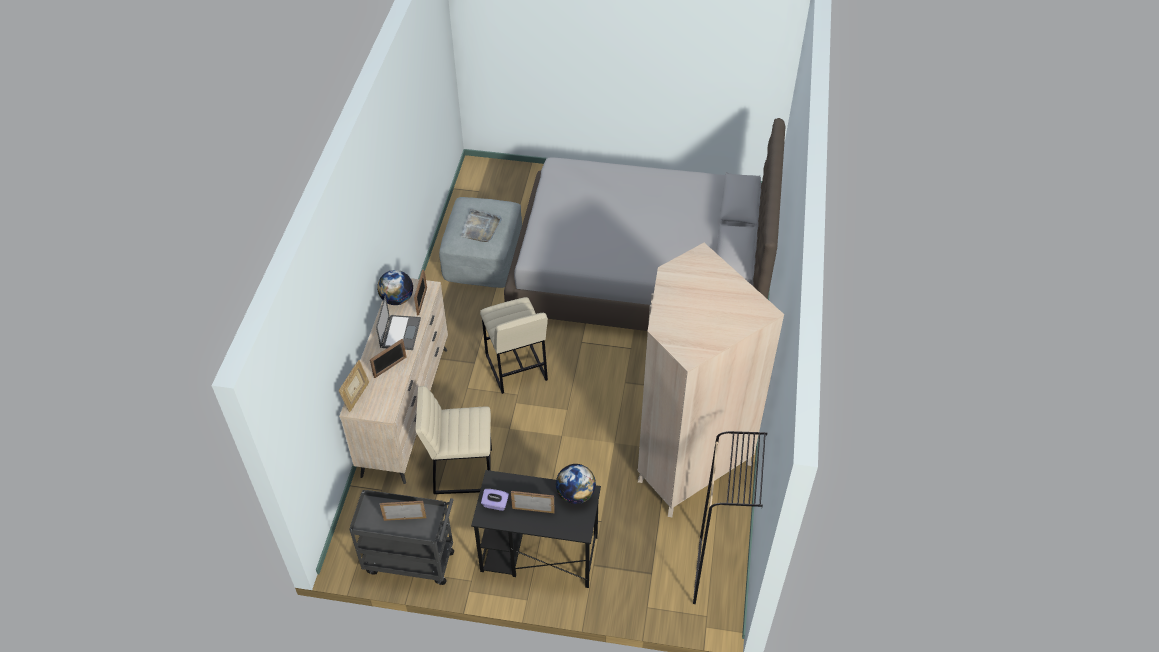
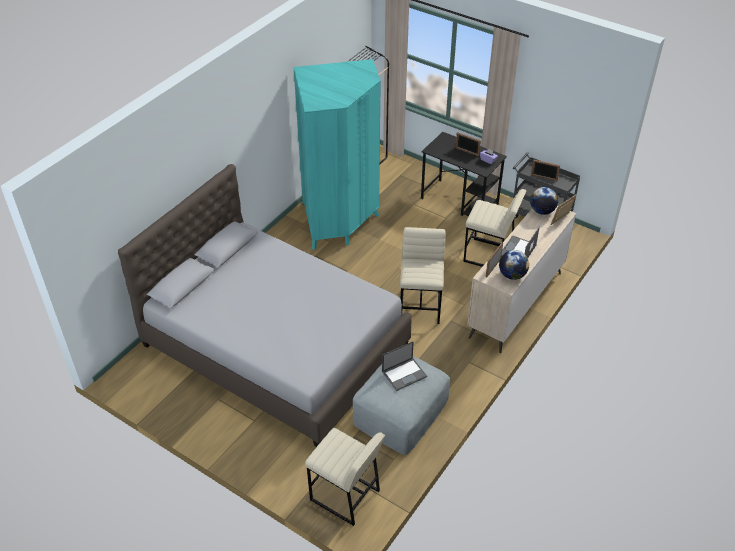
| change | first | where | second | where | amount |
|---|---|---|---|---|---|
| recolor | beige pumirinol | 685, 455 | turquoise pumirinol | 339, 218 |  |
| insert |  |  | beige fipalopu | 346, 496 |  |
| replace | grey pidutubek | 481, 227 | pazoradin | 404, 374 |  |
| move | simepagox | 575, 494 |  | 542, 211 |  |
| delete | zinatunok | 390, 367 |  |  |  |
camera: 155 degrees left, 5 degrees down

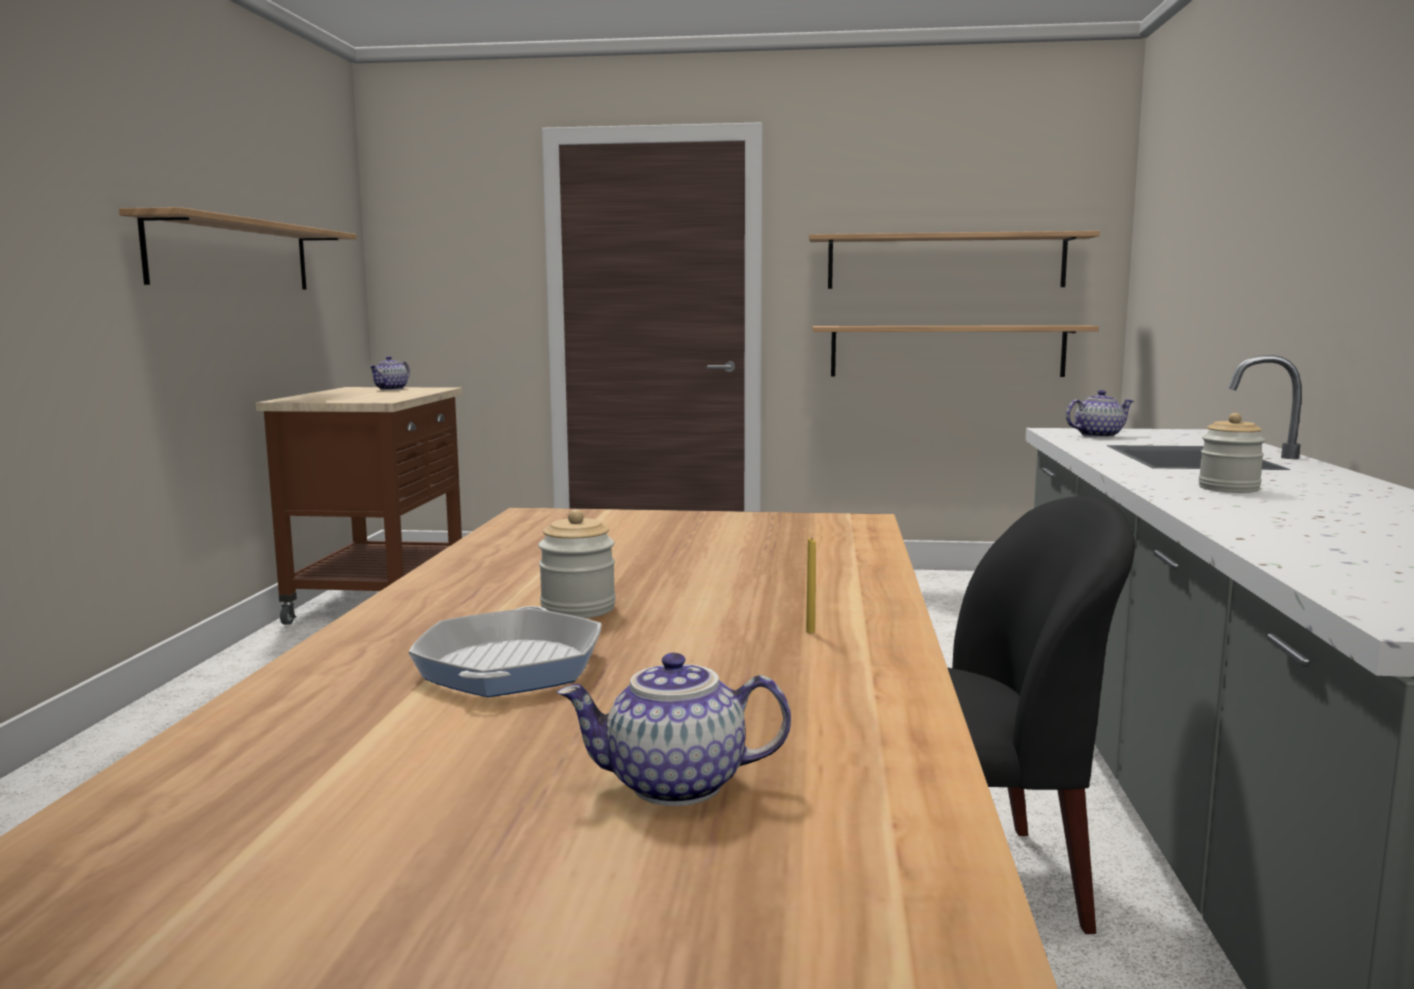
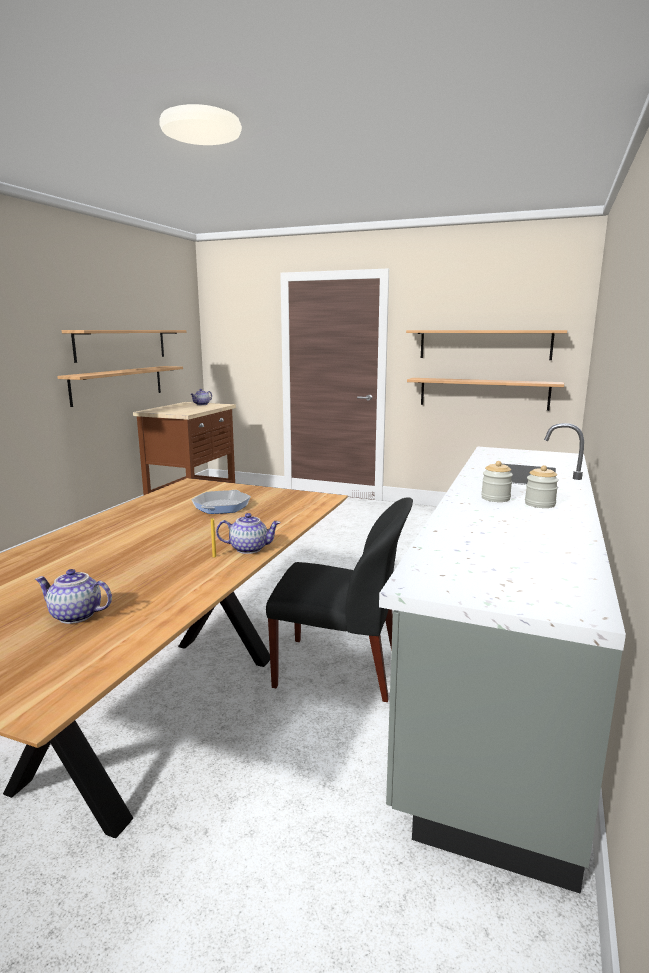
| change | first | where | second | where | amount |
|---|---|---|---|---|---|
| insert |  |  | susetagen | 118, 384 |  |
| move | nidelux | 510, 666 |  | 221, 506 |  |
| move | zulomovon | 1097, 436 |  | 249, 548 |  |
| move | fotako | 578, 609 |  | 539, 504 |  |
camera: 15 degrees right, 5 degrees up

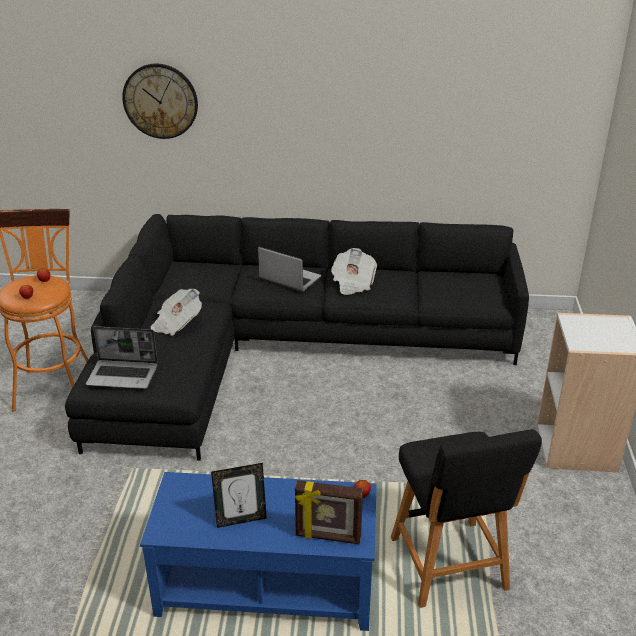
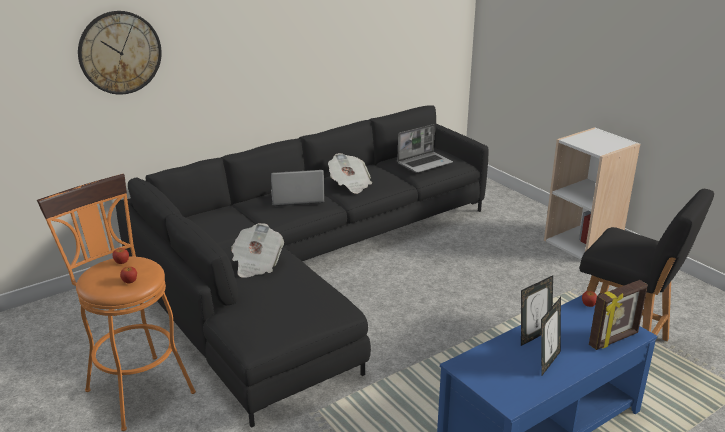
| change | first | where | second | where | amount |
|---|---|---|---|---|---|
| move | pazoradin | 124, 375 |  | 425, 163 |  |
| insert |  |  | zinatunok | 533, 335 |  |
camera: 40 degrees left, 5 degrees down

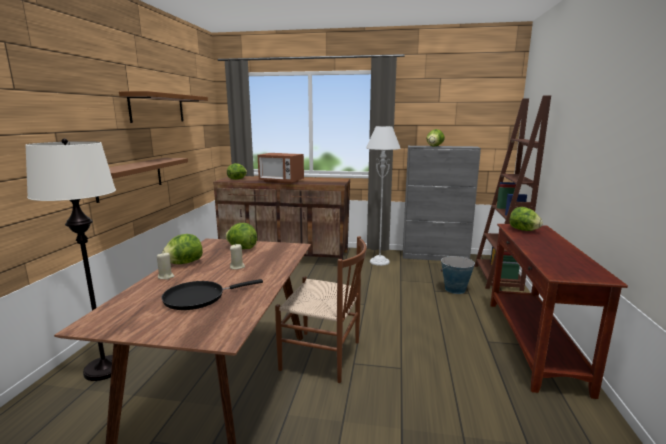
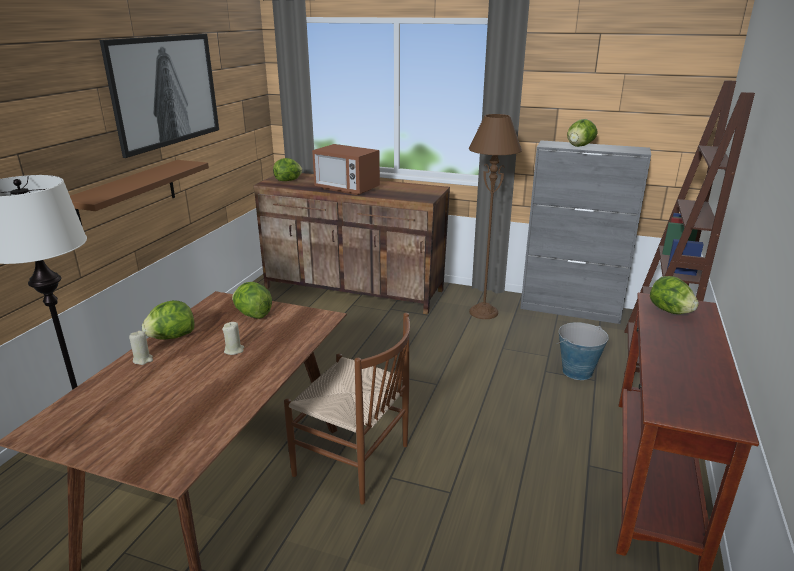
| change | first | where | second | where | amount |
|---|---|---|---|---|---|
| replace | brown susetagen | 157, 108 | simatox | 166, 91 |  |
| recolor | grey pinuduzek | 379, 261 | brown pinuduzek | 483, 312 |  |
| delete | black nidelux | 198, 298 |  |  |  |
camera: 10 degrees right, 10 degrees up

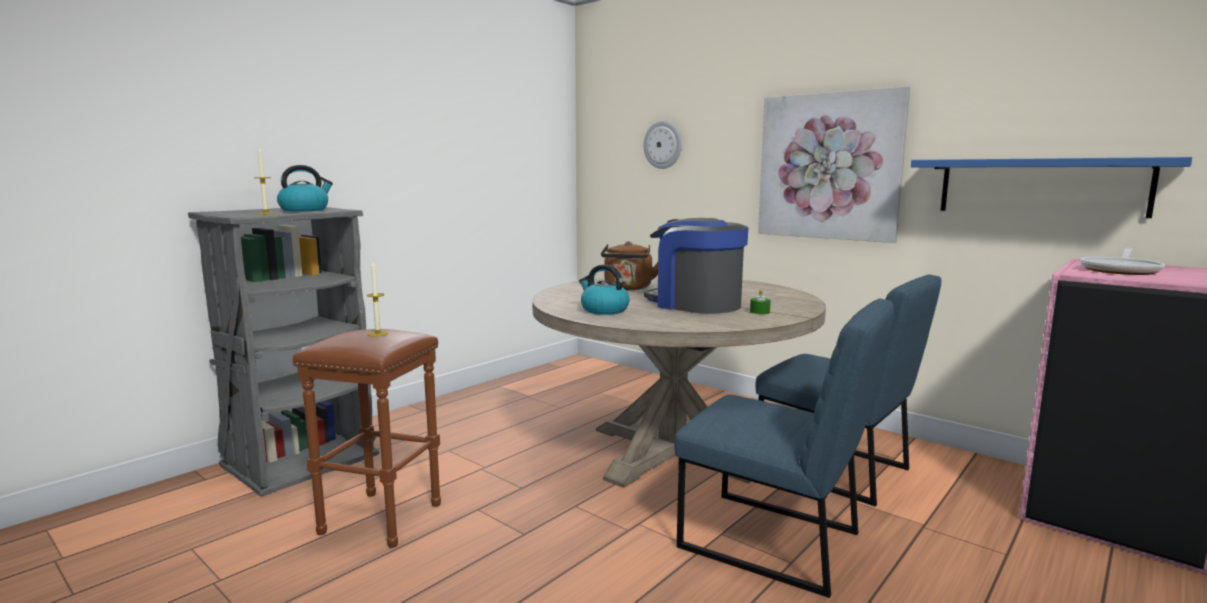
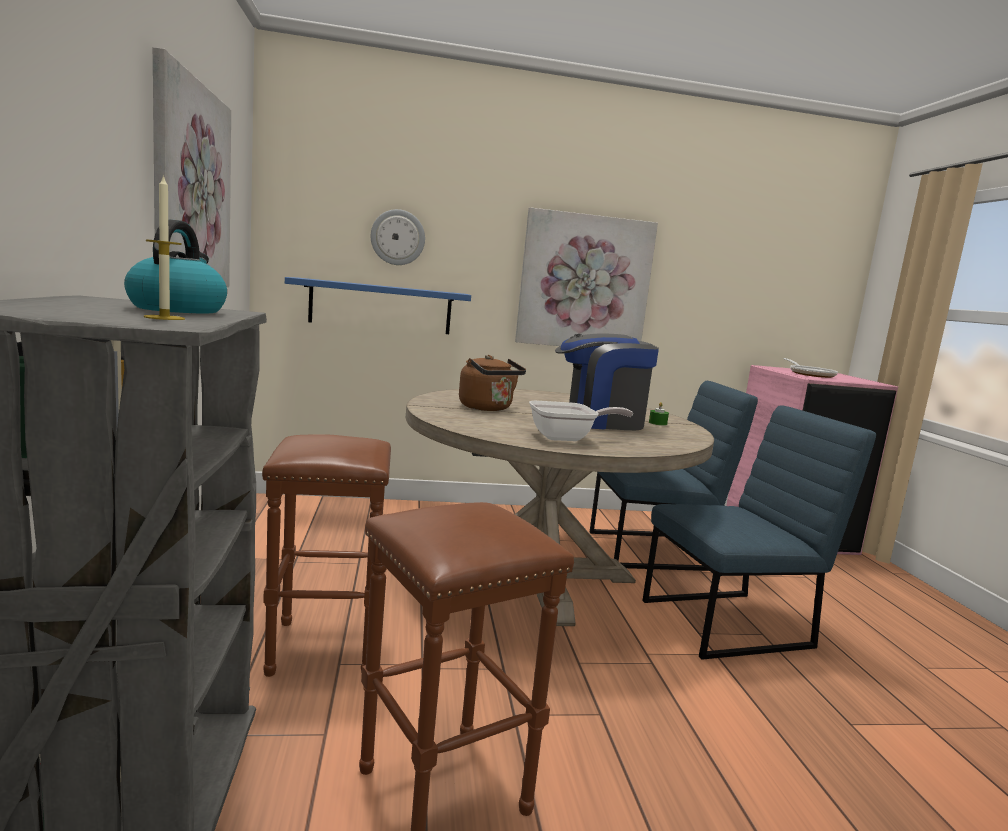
| change | first | where | second | where | amount |
|---|---|---|---|---|---|
| insert |  |  | simatox | 191, 188 |  |
| insert |  |  | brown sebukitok | 326, 648 |  |
| move | blue susetagen | 1040, 186 |  | 381, 307 |  |
| replace | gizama | 603, 310 | nidelux | 567, 438 |  |
| delete | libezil | 378, 334 |  |  |  |
camera: 50 degrees left, 0 degrees up

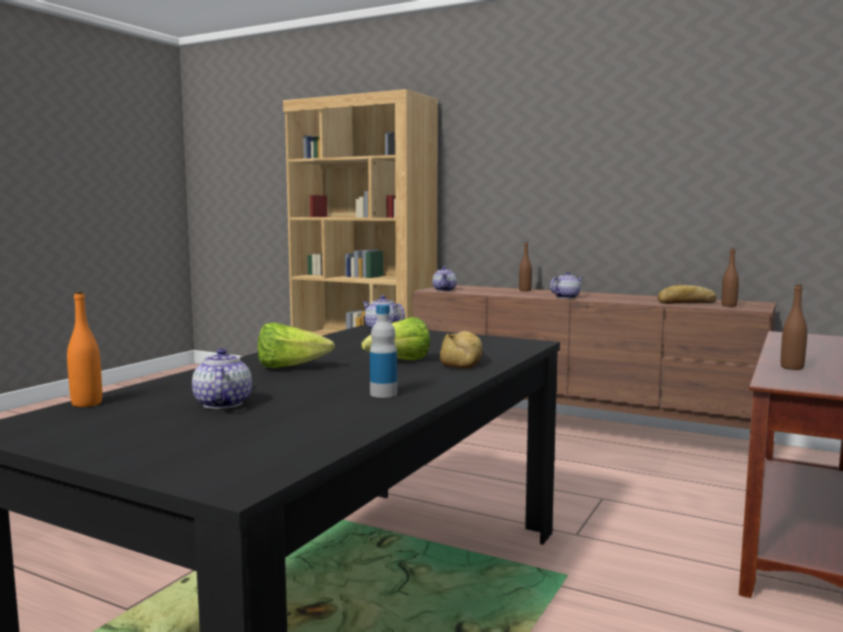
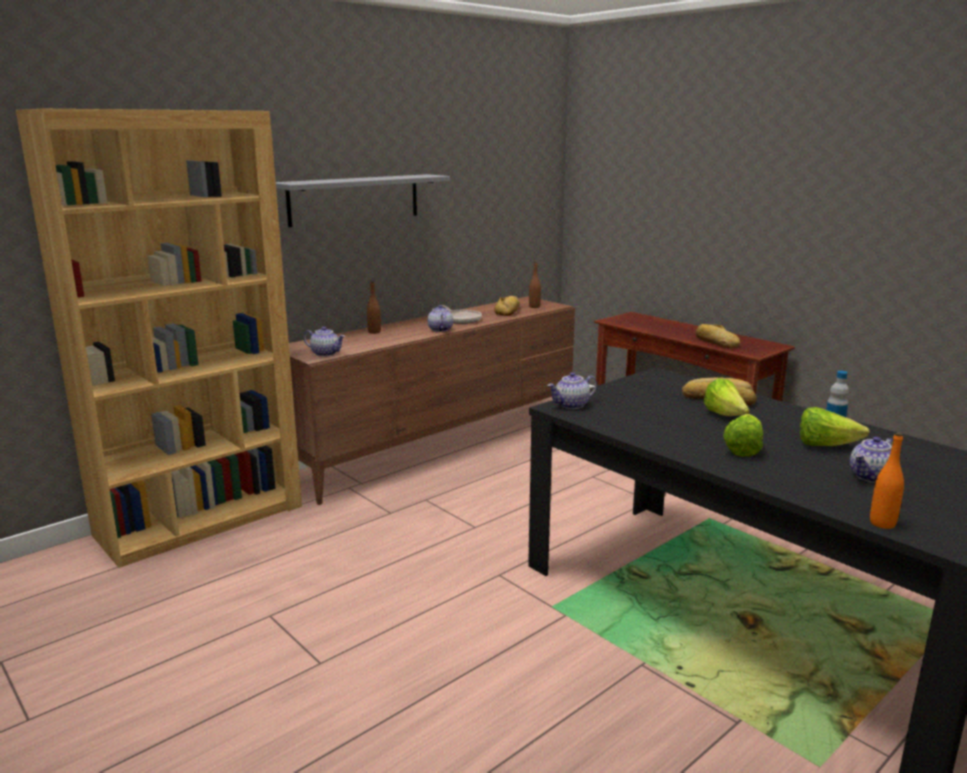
| change | first | where | second | where | amount |
|---|---|---|---|---|---|
| insert |  |  | grey susetagen | 354, 199 |  |
| insert |  |  | nidelux | 460, 319 |  |
| replace | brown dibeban | 792, 368 | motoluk | 716, 342 |  |
| insert |  |  | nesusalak | 825, 445 |  |
| rotate | zulomovon | 222, 404 |  | 871, 477 | 45 degrees counterclockwise |
camera: 70 degrees left, 10 degrees up

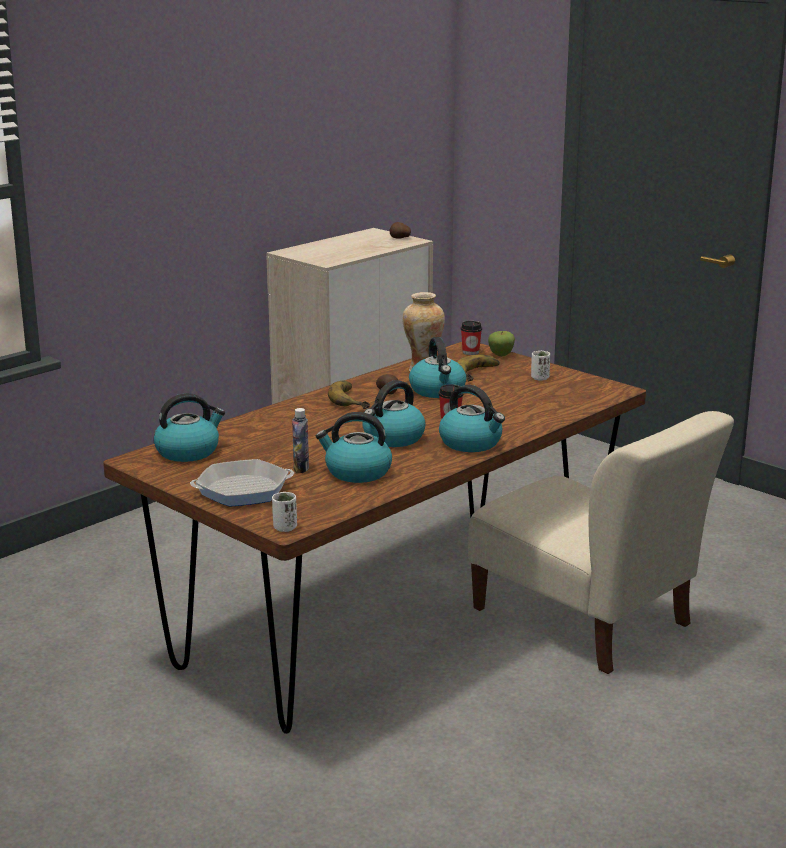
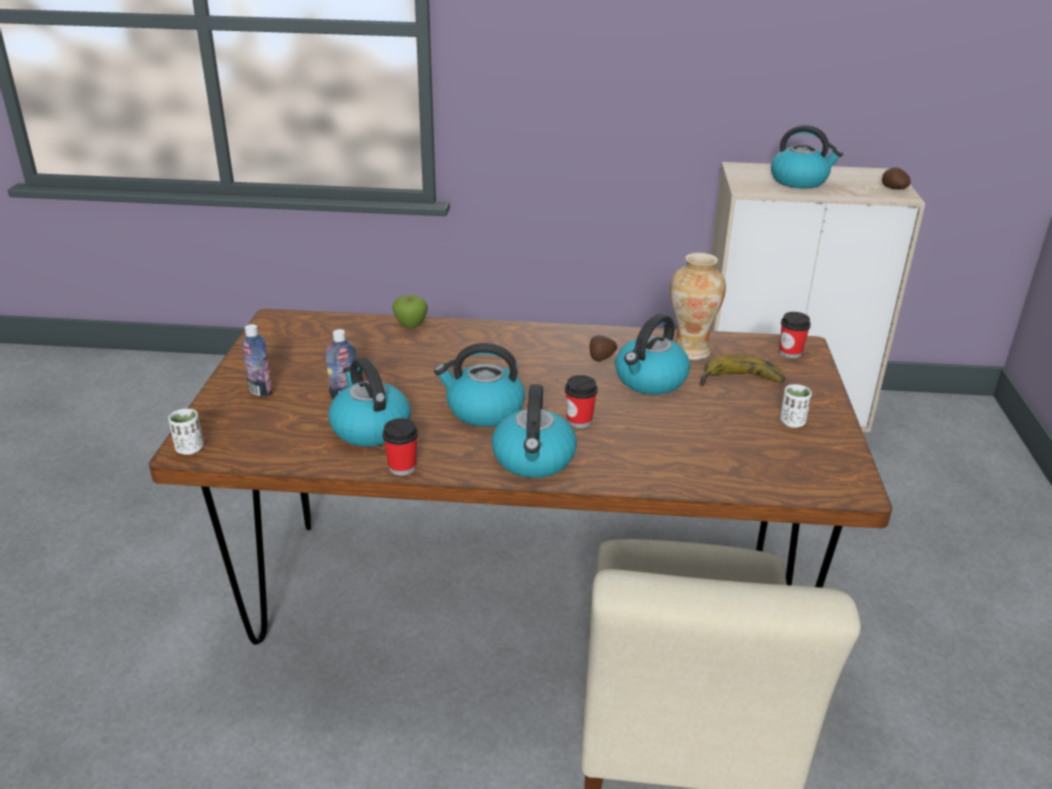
| change | first | where | second | where | amount |
|---|---|---|---|---|---|
| replace | nidelux | 243, 490 | dibeban | 260, 391 |  |
| insert |  |  | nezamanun | 402, 467 |  |
| move | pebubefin | 501, 355 |  | 410, 325 |  |
| move | gizama | 188, 451 |  | 800, 181 |  |
| delete | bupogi | 353, 399 |  |  |  |
camera: 50 degrees right, 10 degrees up

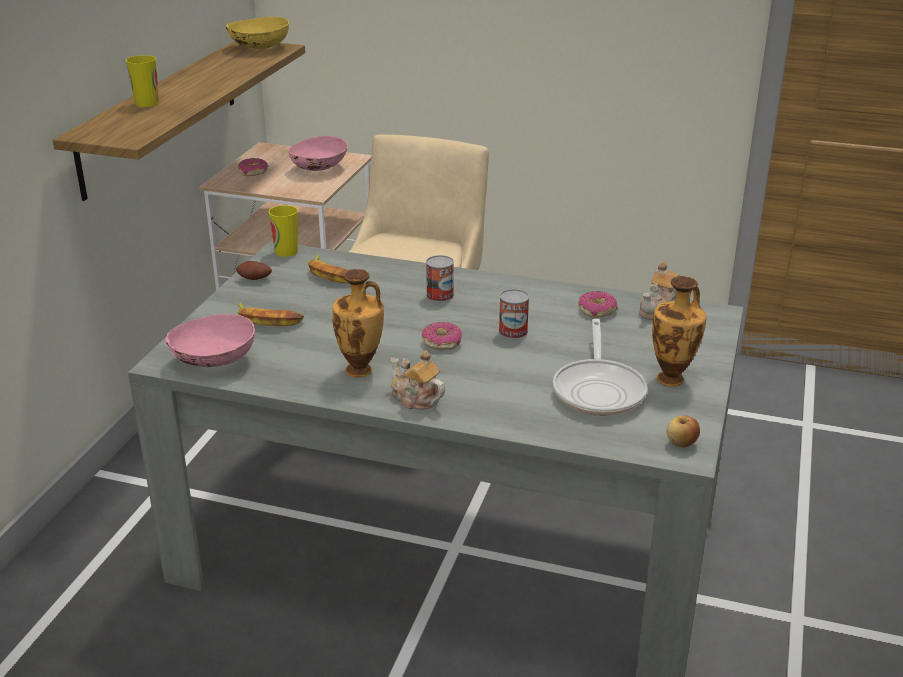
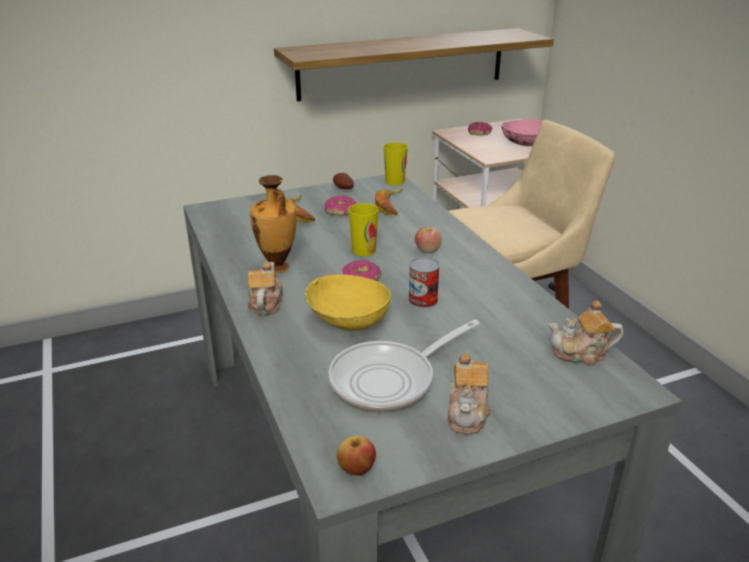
| change | first | where | second | where | amount |
|---|---|---|---|---|---|
| move | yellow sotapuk | 259, 48 |  | 347, 322 |  |
| move | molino | 597, 310 |  | 341, 211 |  |
| move | nezamanun | 147, 103 |  | 363, 250 |  |
| replace | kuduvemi | 440, 295 | pebubefin | 427, 250 |  |
| replace | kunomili | 672, 379 | zulomovon | 468, 413 |  |
| delete | pink sotapuk | 214, 362 |  |  |  |
camera: 50 degrees right, 0 degrees up

